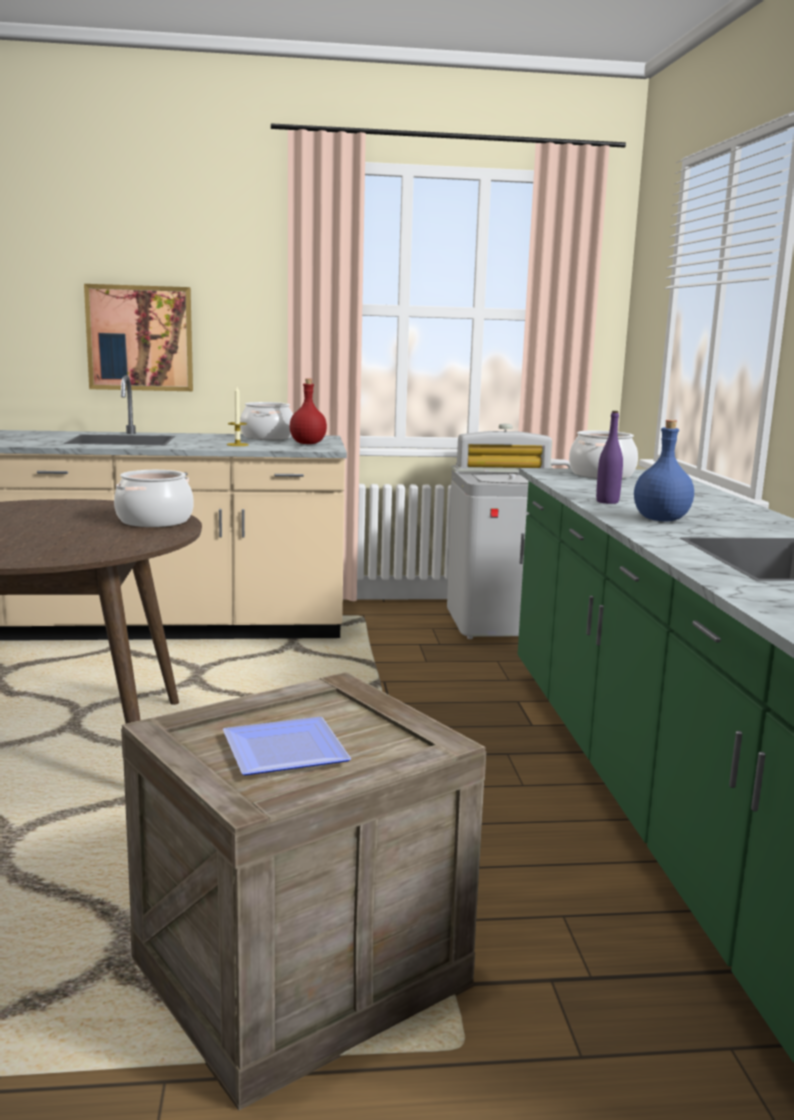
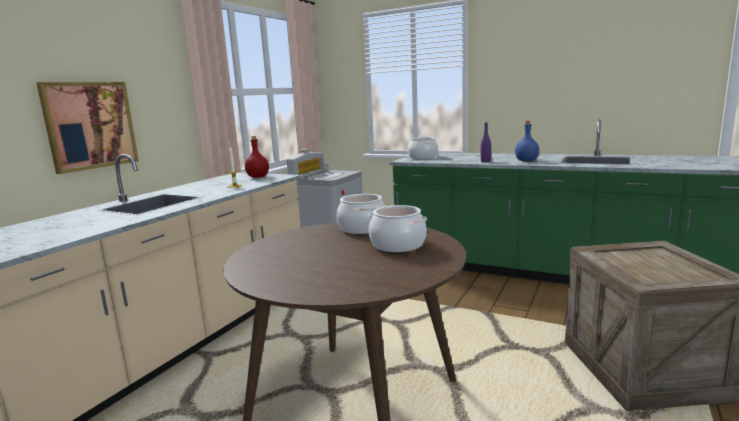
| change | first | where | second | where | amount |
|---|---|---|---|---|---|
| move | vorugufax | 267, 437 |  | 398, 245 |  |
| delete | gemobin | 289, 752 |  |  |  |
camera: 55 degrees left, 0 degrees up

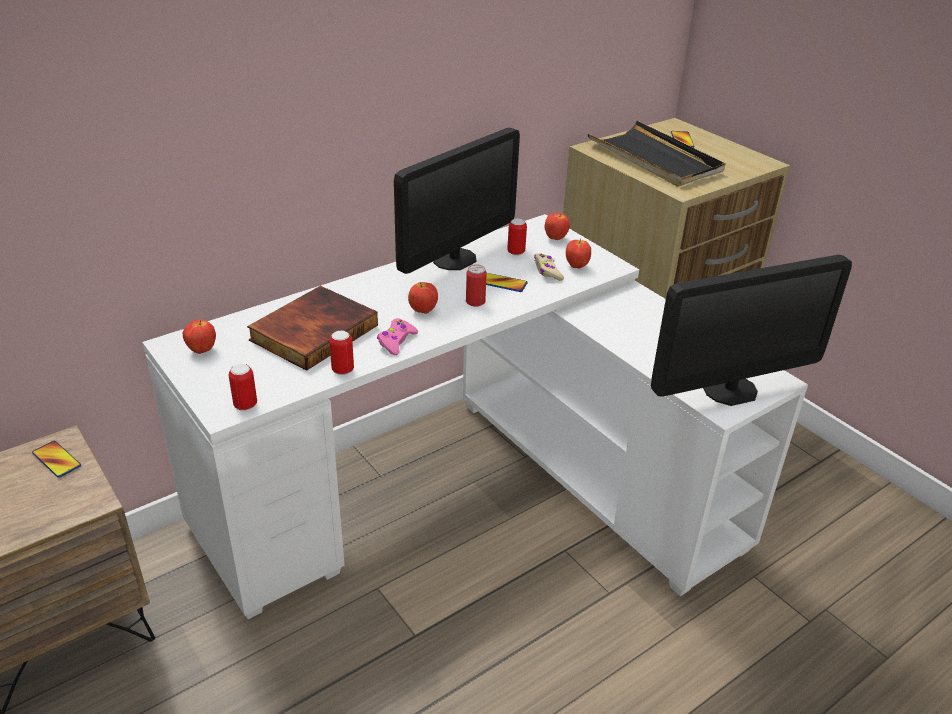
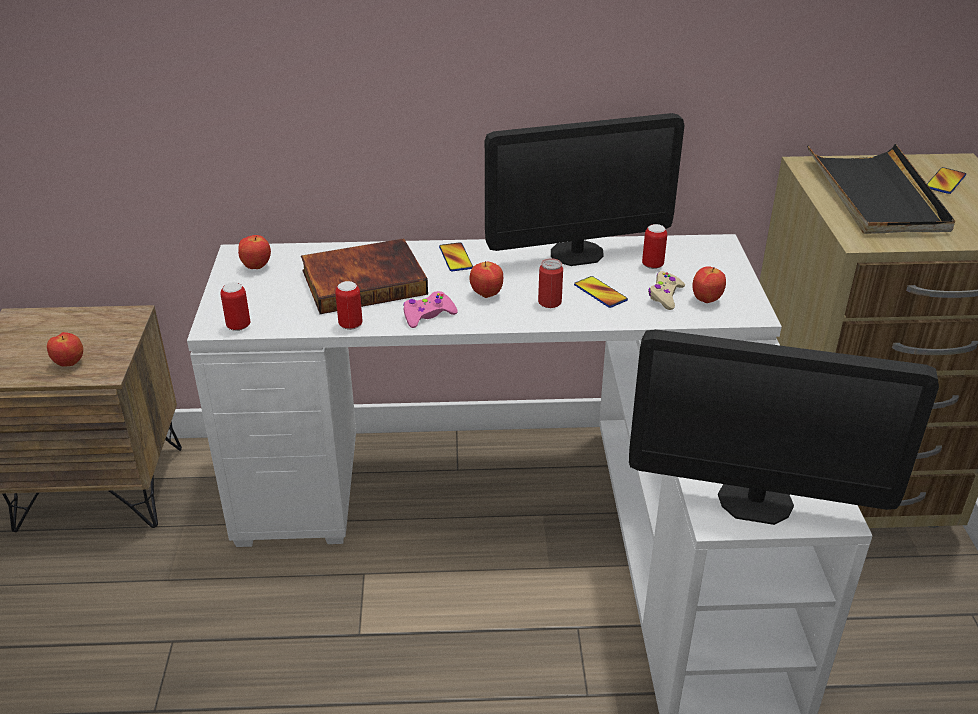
| change | first | where | second | where | amount |
|---|---|---|---|---|---|
| move | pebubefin | 556, 238 |  | 69, 363 |  |
| move | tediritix | 56, 460 |  | 455, 258 |  |
camera: 35 degrees right, 0 degrees up

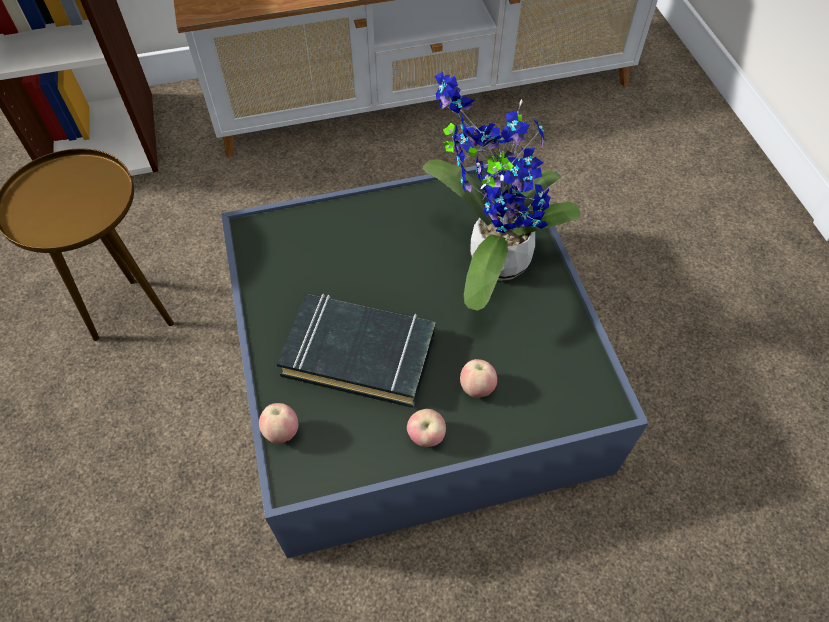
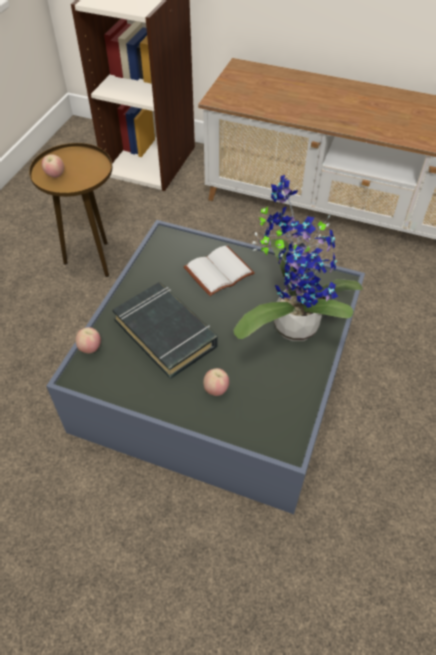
| change | first | where | second | where | amount |
|---|---|---|---|---|---|
| move | pebubefin | 426, 436 |  | 55, 175 |  |
| insert |  |  | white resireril | 218, 270 |  |
camera: 35 degrees right, 5 degrees down

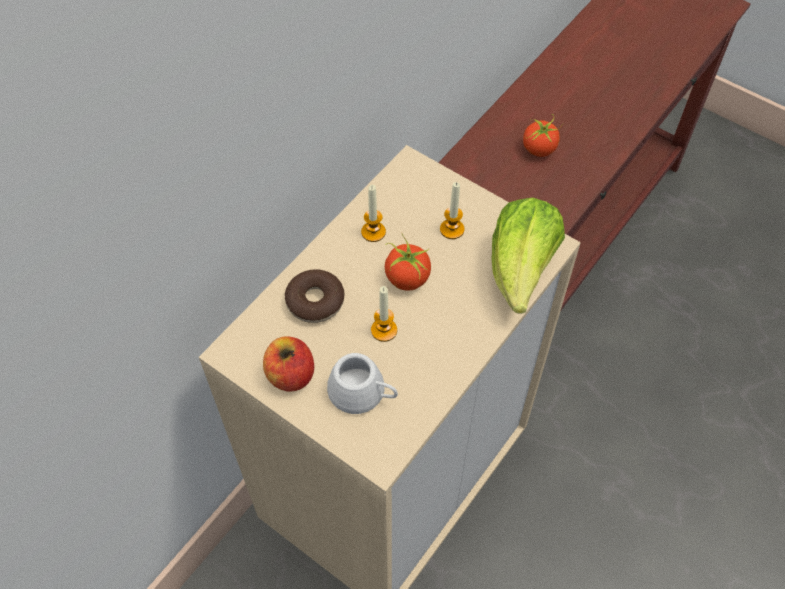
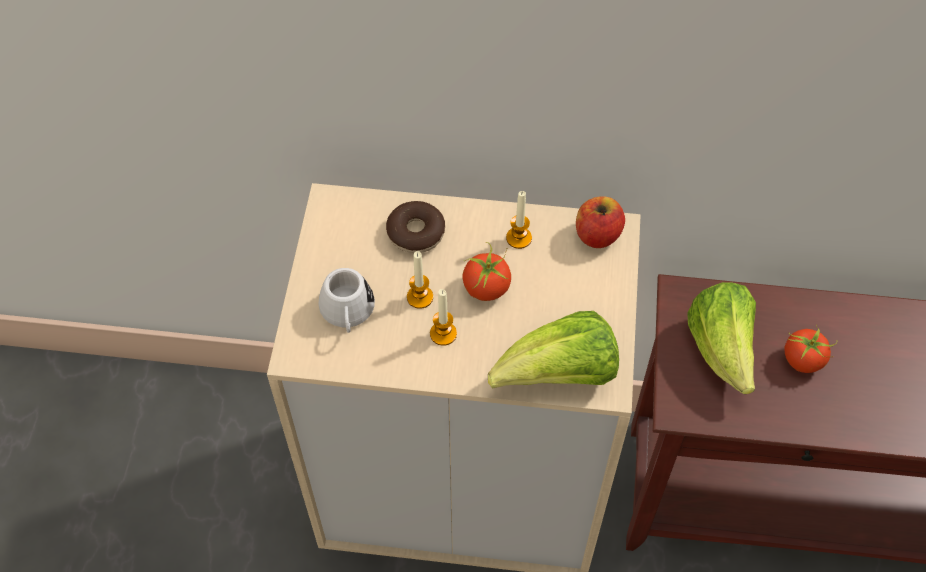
| change | first | where | second | where | amount |
|---|---|---|---|---|---|
| move | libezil | 452, 229 |  | 443, 334 |  |
| move | pebubefin | 290, 375 |  | 597, 235 |  |
| insert |  |  | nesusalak | 721, 349 |  |
camera: 60 degrees right, 0 degrees up

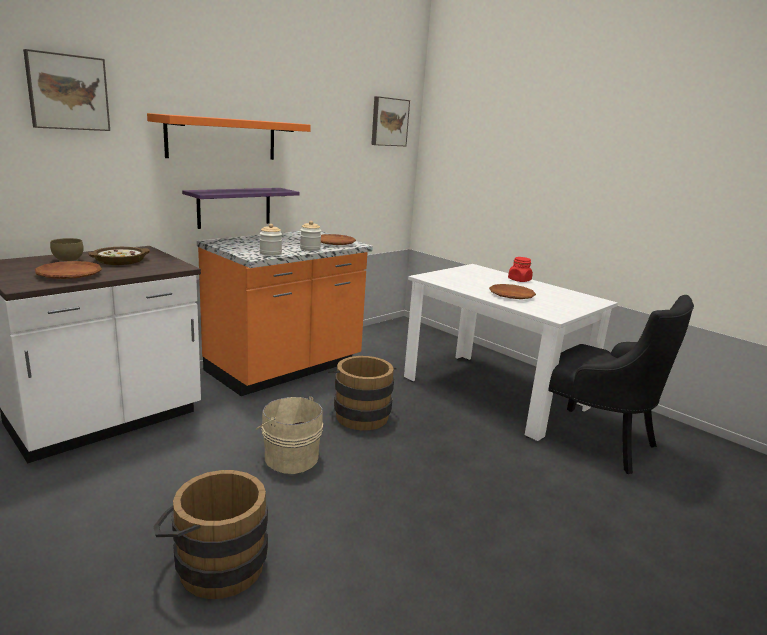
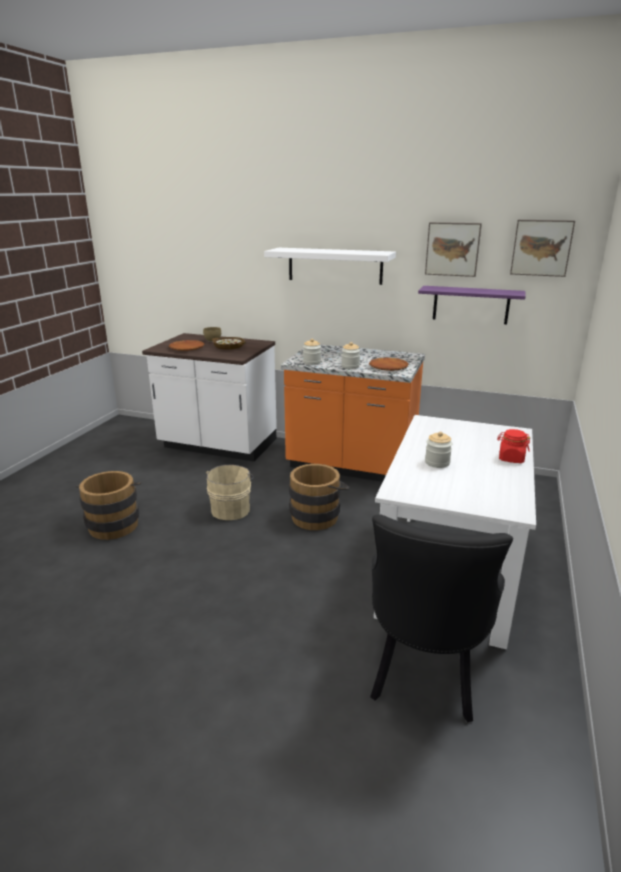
| change | first | where | second | where | amount |
|---|---|---|---|---|---|
| recolor | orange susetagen | 222, 138 | white susetagen | 335, 265 |  |
| move | purple susetagen | 234, 207 |  | 471, 305 |  |
| move | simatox | 67, 92 |  | 452, 249 |  |
| replace | brown gemobin | 511, 295 | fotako | 437, 462 |  |
camera: 65 degrees right, 5 degrees up

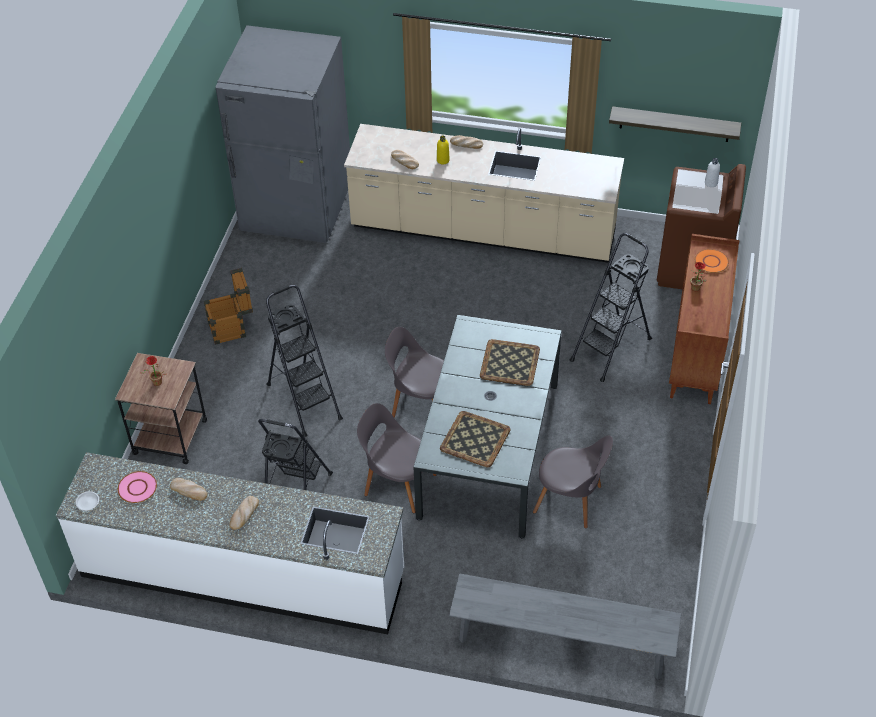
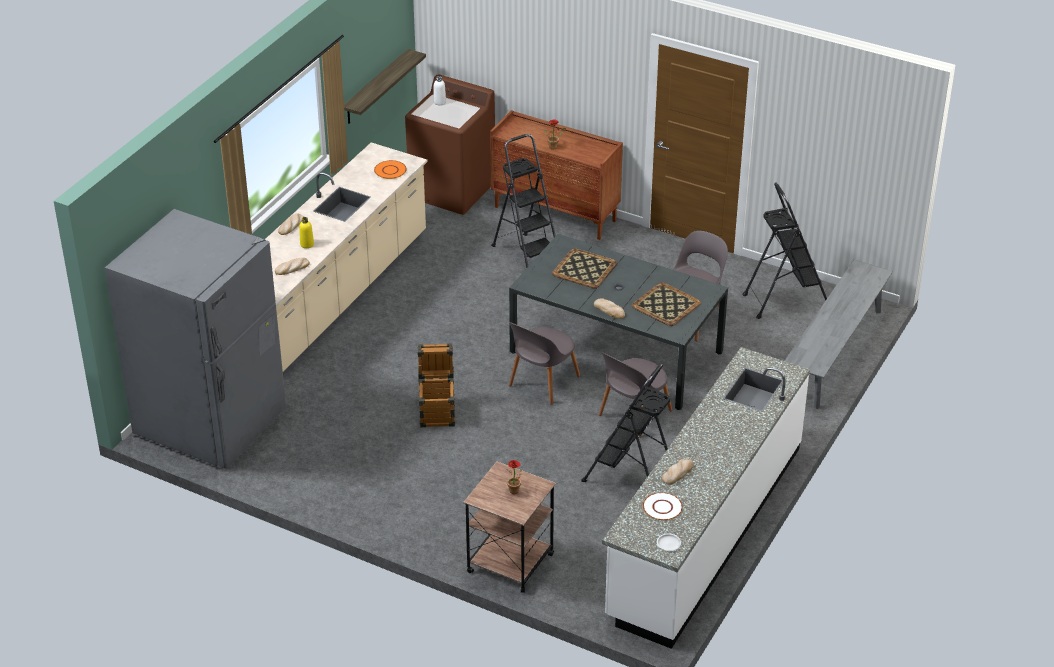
| change | first | where | second | where | amount |
|---|---|---|---|---|---|
| move | orange gemobin | 711, 261 |  | 390, 170 |  |
| move | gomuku | 232, 328 |  | 437, 411 |  |
| move | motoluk | 244, 514 |  | 609, 310 |  |
| recolor | pink gemobin | 137, 488 | white gemobin | 662, 507 |  |
| move | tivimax | 303, 400 |  | 785, 300 |  |
camera: 75 degrees left, 10 degrees down

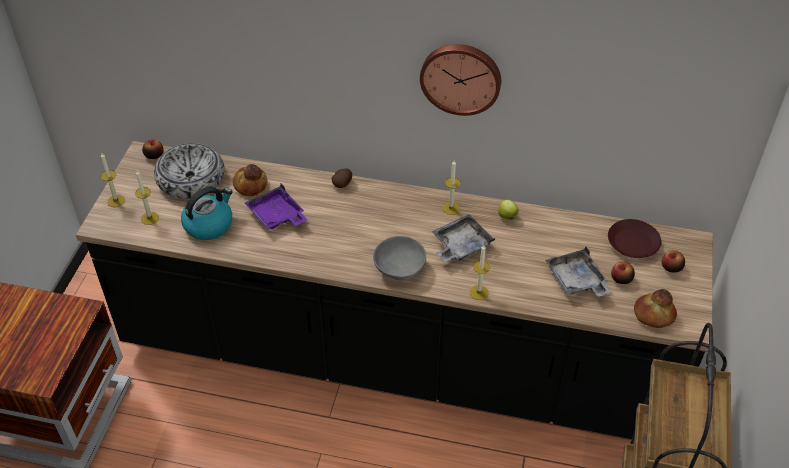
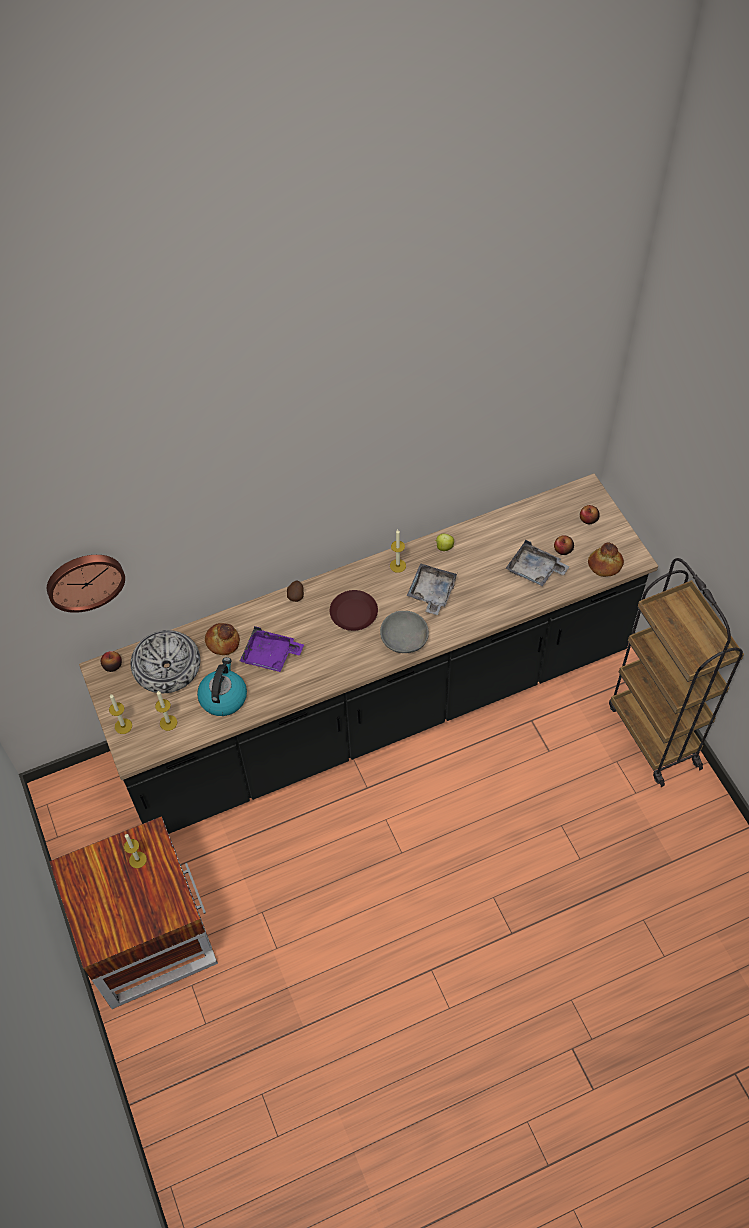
| change | first | where | second | where | amount |
|---|---|---|---|---|---|
| move | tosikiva | 461, 77 |  | 84, 580 |  |
| move | libezil | 479, 292 |  | 137, 860 |  |
| move | brown gemobin | 633, 243 |  | 354, 614 |  |
camera: 35 degrees left, 10 degrees up

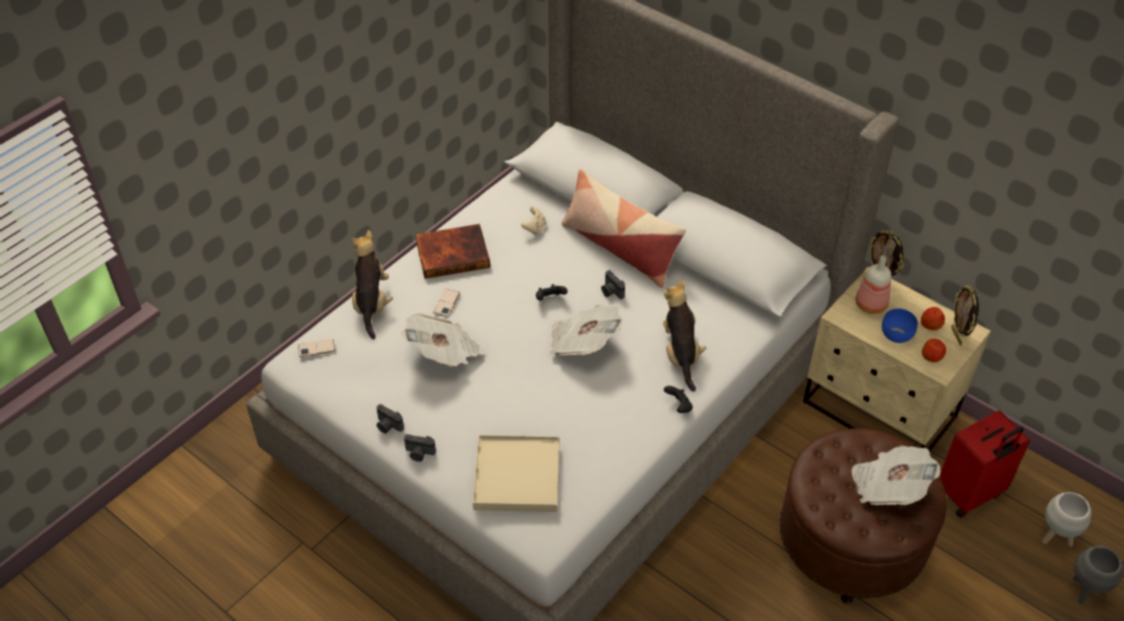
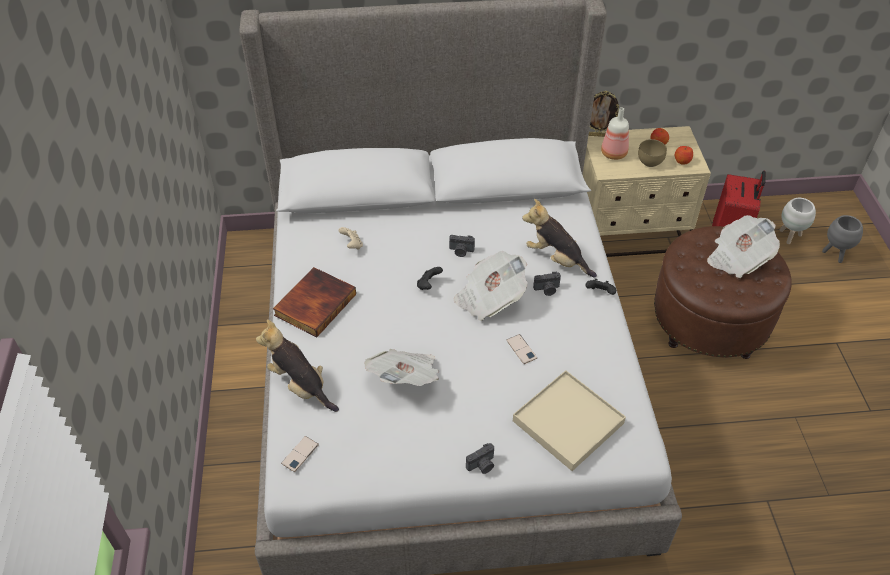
| change | first | where | second | where | amount |
|---|---|---|---|---|---|
| move | tediritix | 446, 303 |  | 521, 349 |  |
| move | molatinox | 388, 426 |  | 547, 289 |  |
| recolor | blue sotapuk | 897, 335 | brown sotapuk | 650, 161 |  |
| delete | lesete | 619, 247 |  |  |  |
| delete | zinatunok | 957, 336 |  |  |  |
camera: 45 degrees left, 0 degrees up

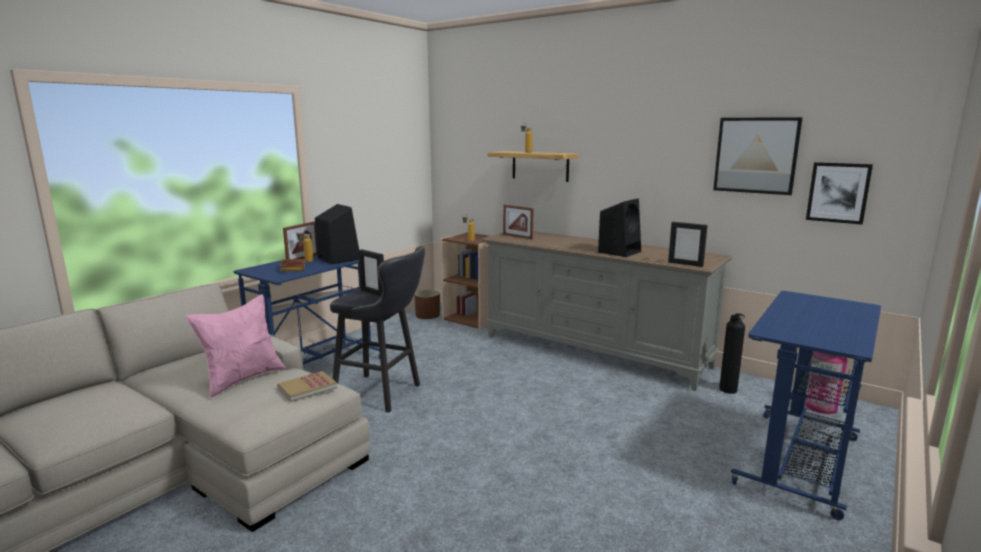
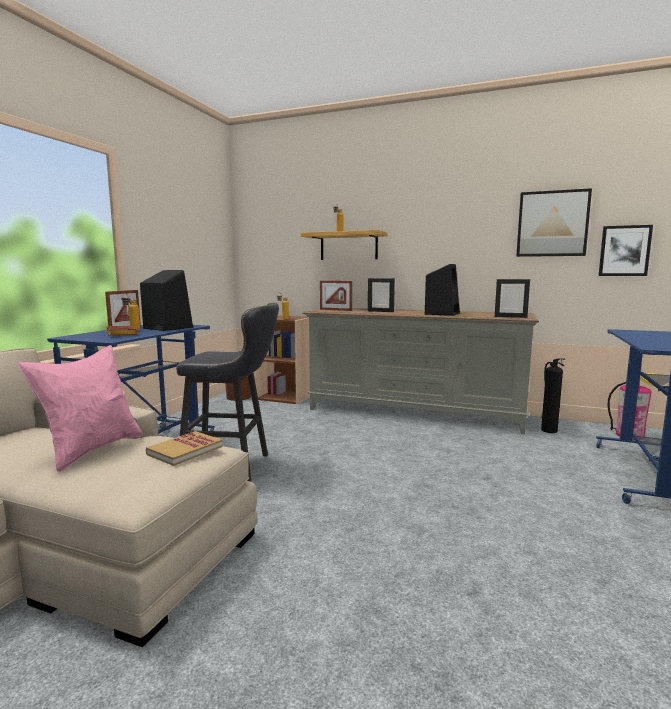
| change | first | where | second | where | amount |
|---|---|---|---|---|---|
| move | zinatunok | 373, 292 |  | 380, 311 |  |
camera: 15 degrees left, 5 degrees down

